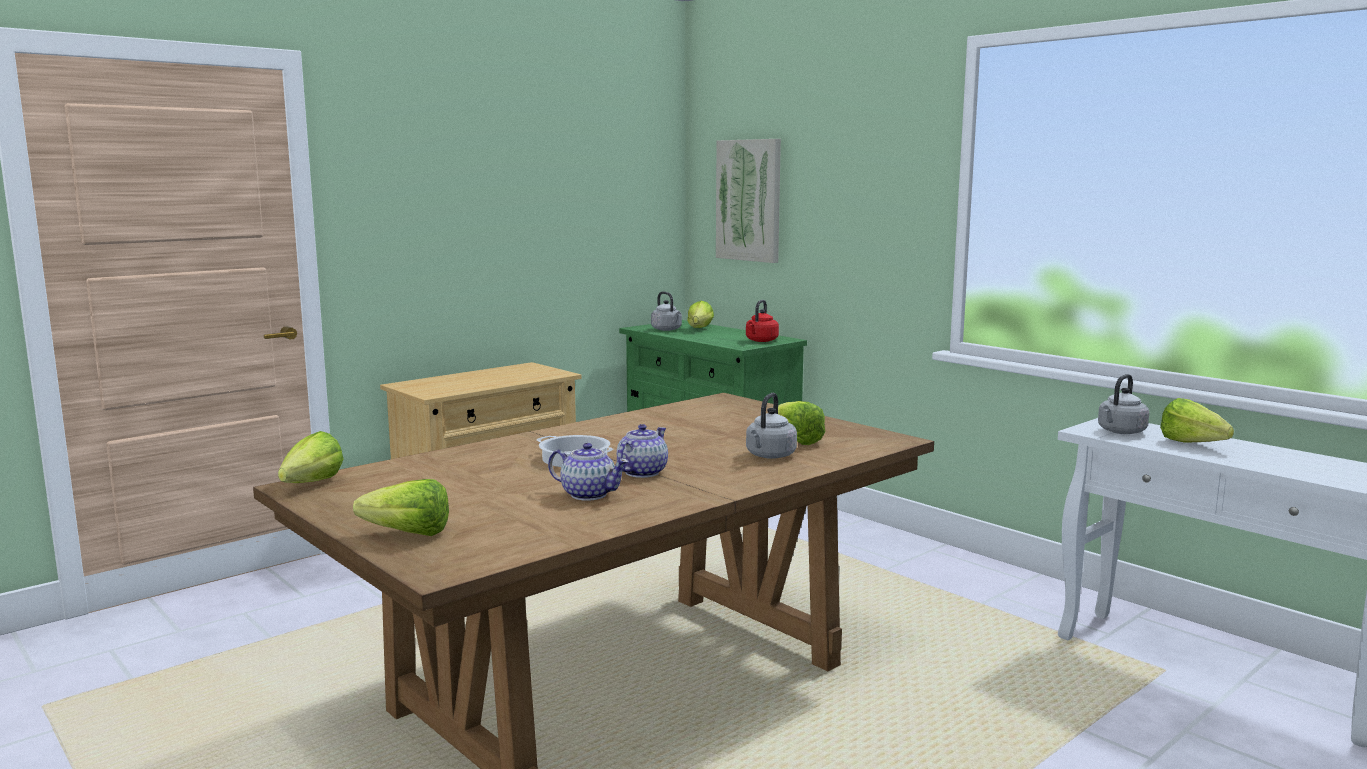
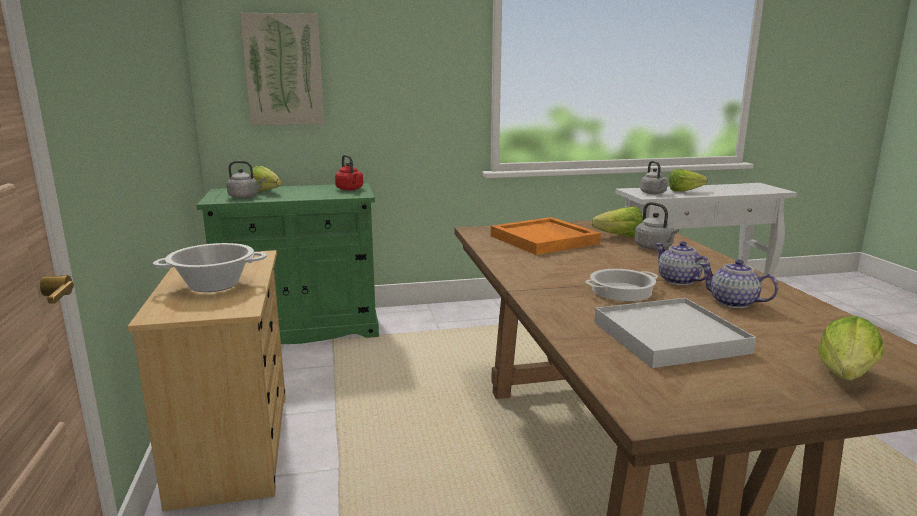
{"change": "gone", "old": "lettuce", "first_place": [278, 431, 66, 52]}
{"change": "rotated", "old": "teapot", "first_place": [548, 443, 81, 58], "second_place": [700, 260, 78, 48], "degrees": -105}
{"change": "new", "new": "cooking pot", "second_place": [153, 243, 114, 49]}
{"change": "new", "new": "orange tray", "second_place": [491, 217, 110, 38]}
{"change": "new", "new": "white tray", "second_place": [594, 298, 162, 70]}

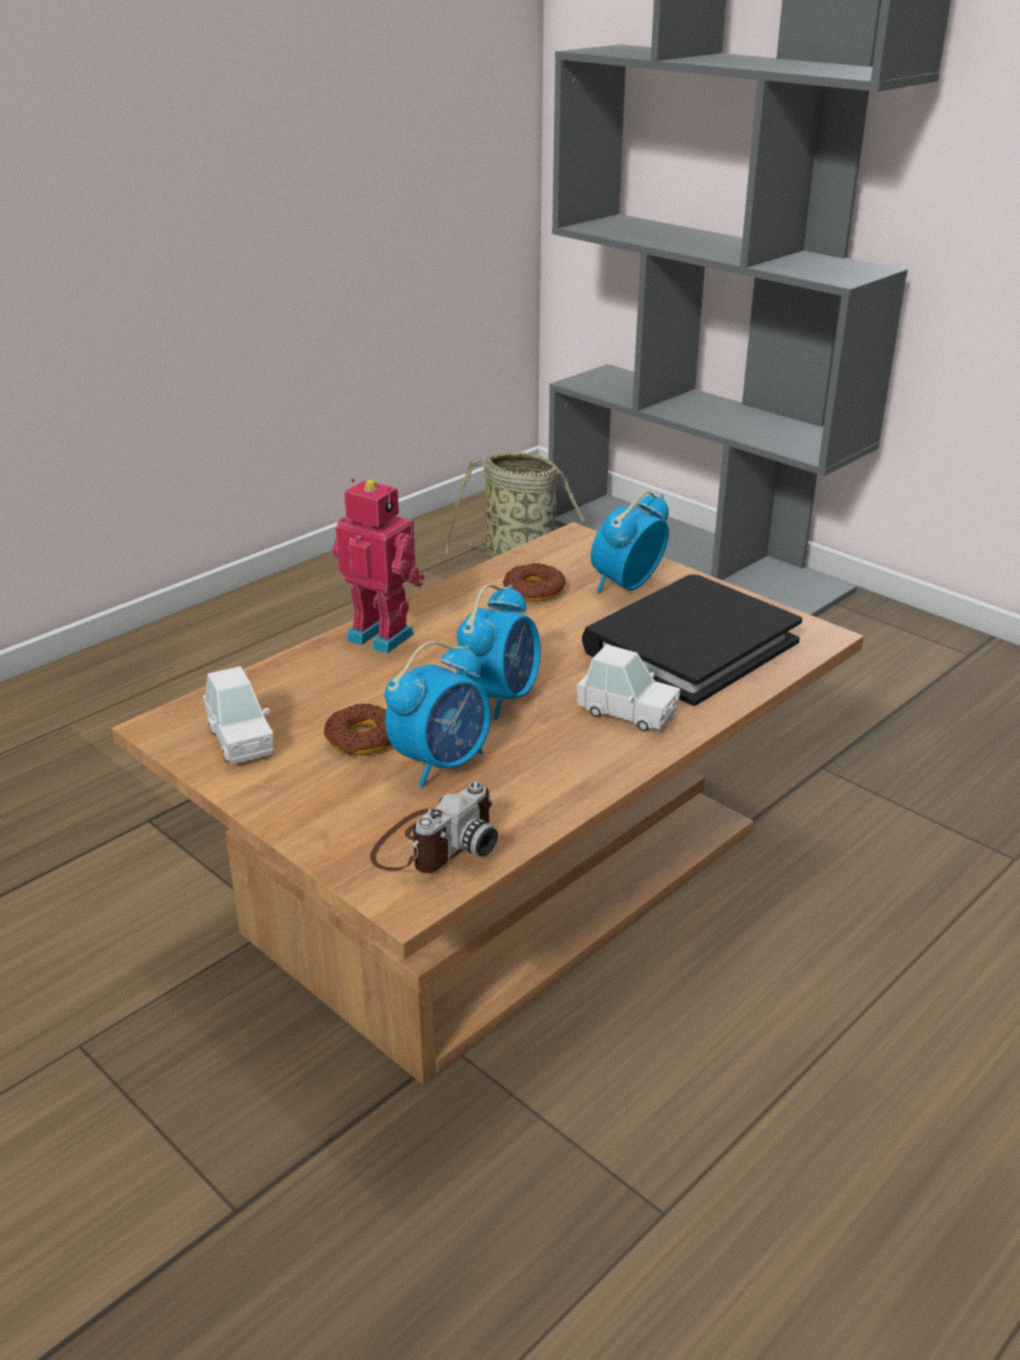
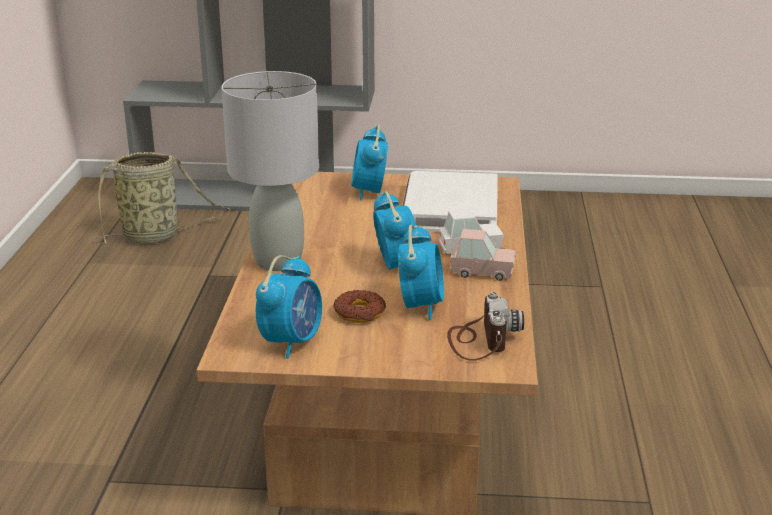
{"change": "swapped", "old": "white toy car", "new": "alarm clock", "first_place": [203, 666, 70, 98], "second_place": [256, 255, 66, 104]}
{"change": "swapped", "old": "toy robot", "new": "grey table lamp", "first_place": [332, 478, 92, 176], "second_place": [221, 71, 98, 200]}
{"change": "gone", "old": "donut", "first_place": [503, 563, 62, 39]}
{"change": "repainted", "old": "black book", "new": "white book", "first_place": [582, 575, 220, 131], "second_place": [402, 171, 95, 61]}
{"change": "new", "new": "pink toy car", "second_place": [450, 229, 66, 52]}

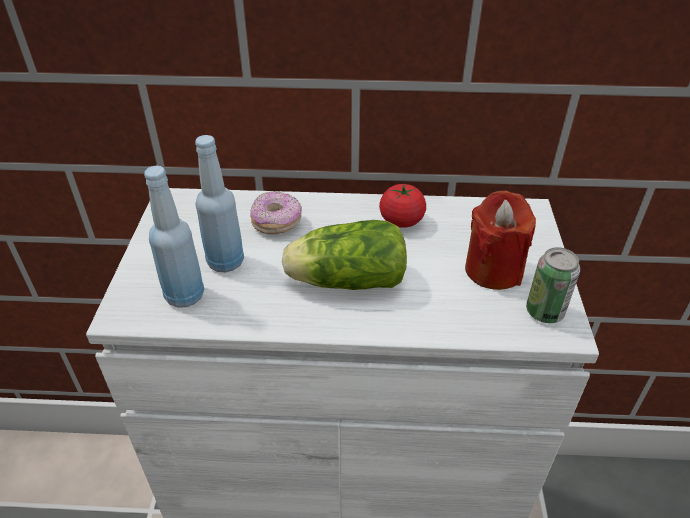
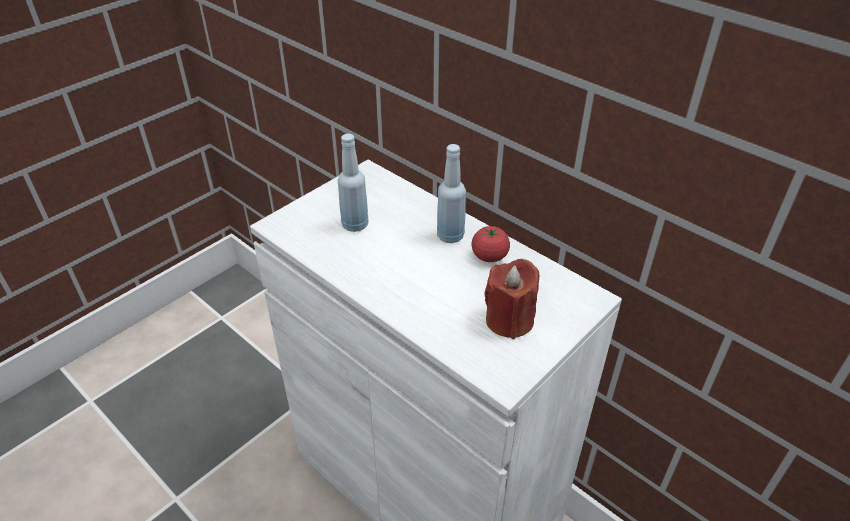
{"change": "shifted", "old": "blue bottle", "first_place": [144, 166, 60, 142], "second_place": [437, 144, 29, 99]}
{"change": "gone", "old": "donut", "first_place": [250, 191, 52, 43]}
{"change": "gone", "old": "lettuce", "first_place": [282, 220, 125, 70]}
{"change": "gone", "old": "can", "first_place": [526, 247, 54, 76]}

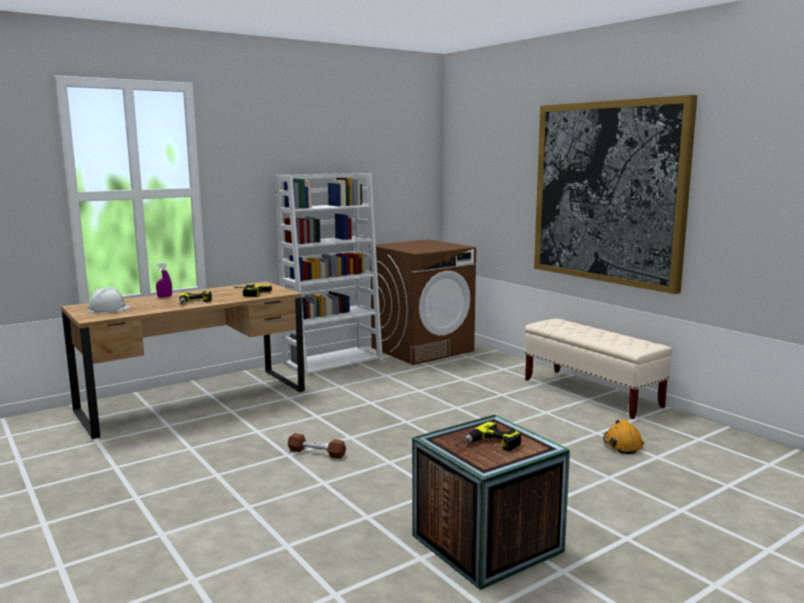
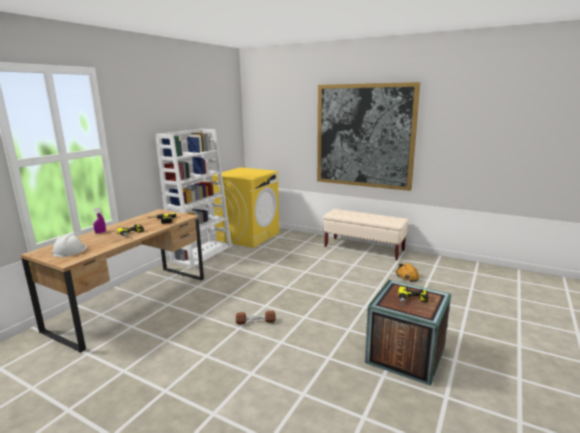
{"change": "repainted", "old": "brown washing machine", "new": "yellow washing machine", "first_place": [369, 239, 107, 126], "second_place": [212, 167, 67, 81]}

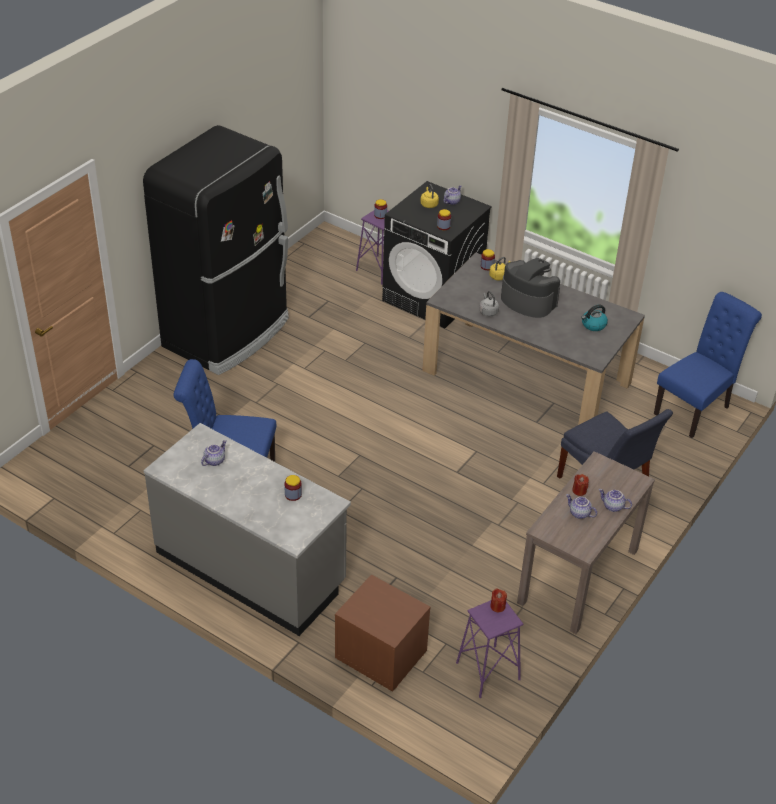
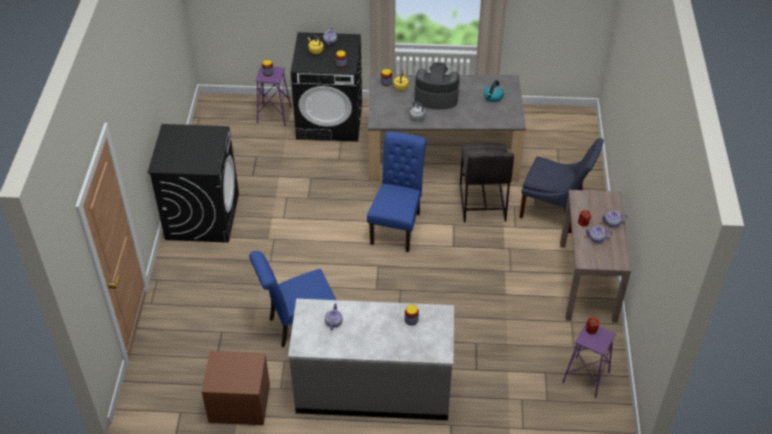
{"change": "swapped", "old": "black fridge", "new": "black washing machine", "first_place": [143, 125, 146, 250], "second_place": [147, 124, 92, 119]}
{"change": "shifted", "old": "brown nightstand", "first_place": [335, 574, 95, 118], "second_place": [201, 351, 69, 74]}
{"change": "shifted", "old": "blue chair", "first_place": [654, 292, 108, 146], "second_place": [367, 131, 60, 121]}
{"change": "new", "new": "grey stool", "second_place": [460, 142, 54, 80]}

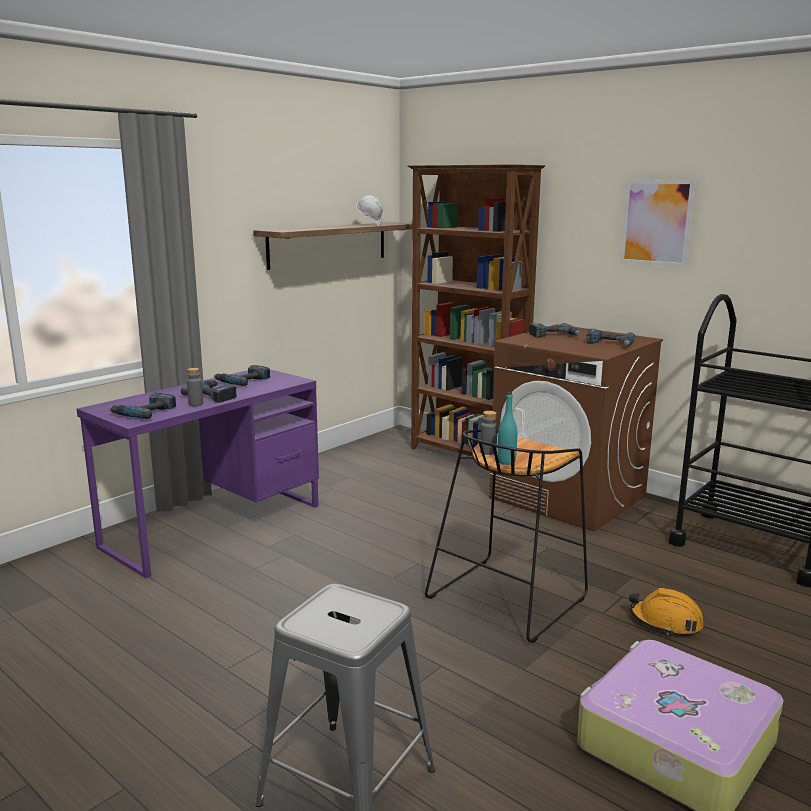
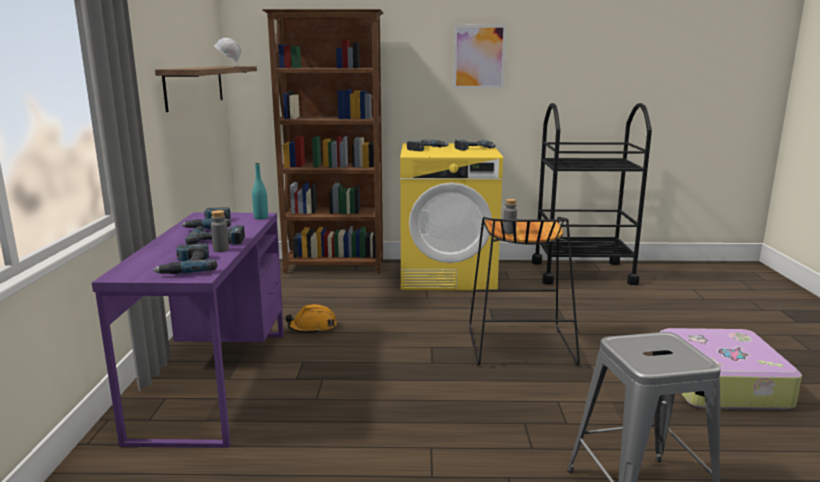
{"change": "repainted", "old": "brown washing machine", "new": "yellow washing machine", "first_place": [489, 324, 174, 208], "second_place": [400, 143, 103, 148]}
{"change": "shifted", "old": "turquoise bottle", "first_place": [498, 392, 19, 73], "second_place": [252, 163, 16, 56]}
{"change": "shifted", "old": "orange hard hat", "first_place": [629, 588, 75, 47], "second_place": [285, 304, 52, 30]}

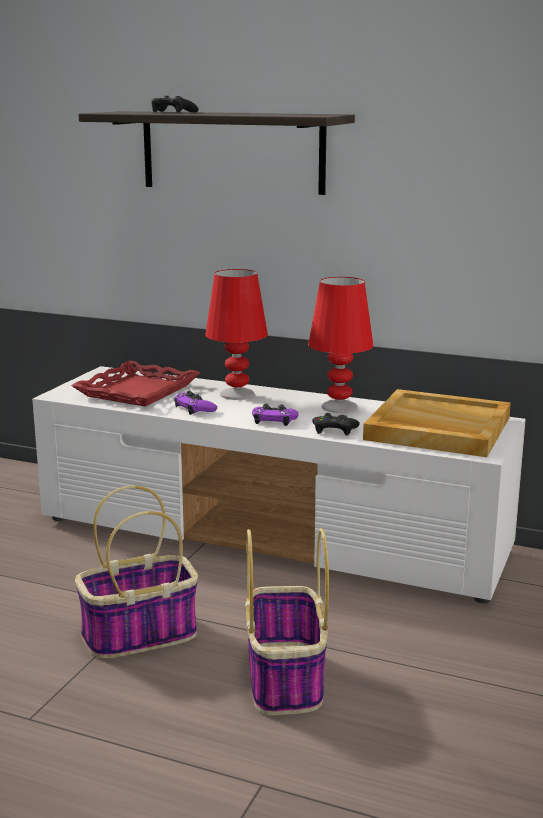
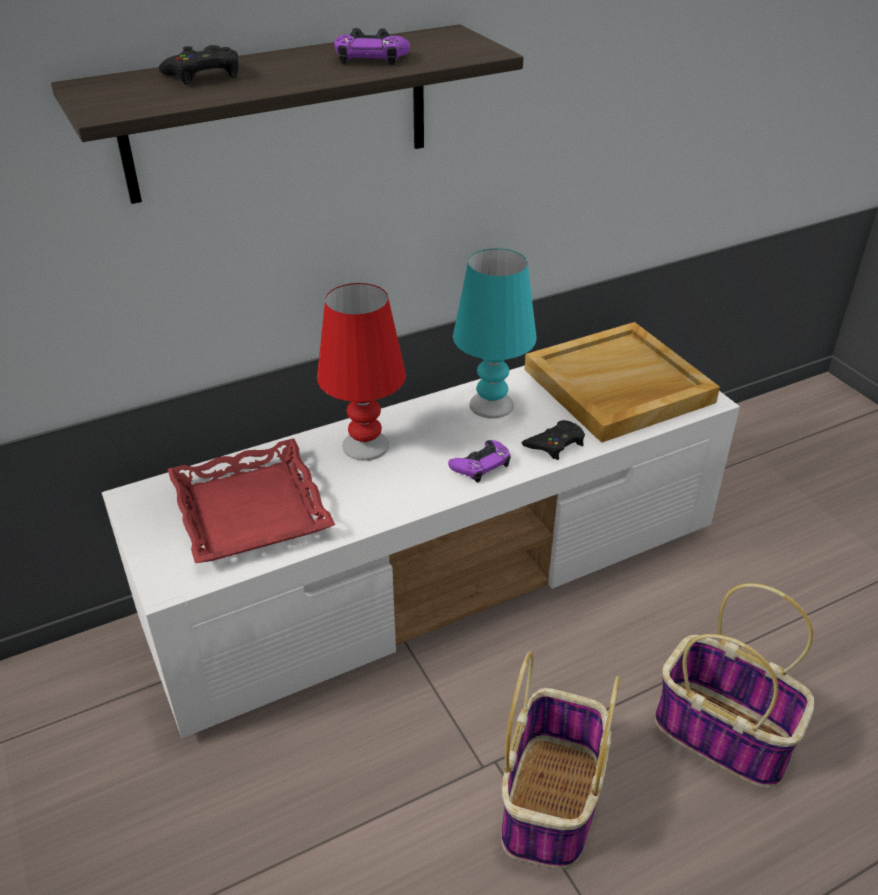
{"change": "shifted", "old": "purple game controller", "first_place": [174, 391, 43, 24], "second_place": [334, 28, 76, 38]}
{"change": "repainted", "old": "red table lamp", "new": "turquoise table lamp", "first_place": [308, 277, 66, 136], "second_place": [453, 248, 84, 171]}

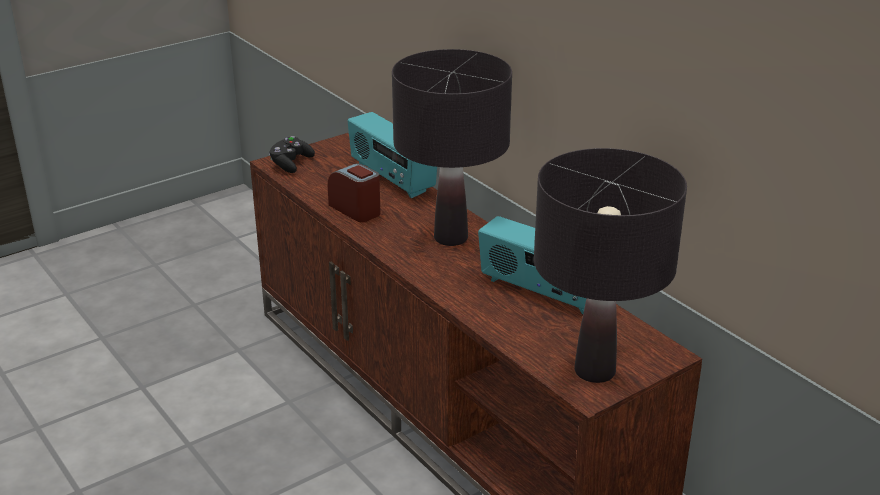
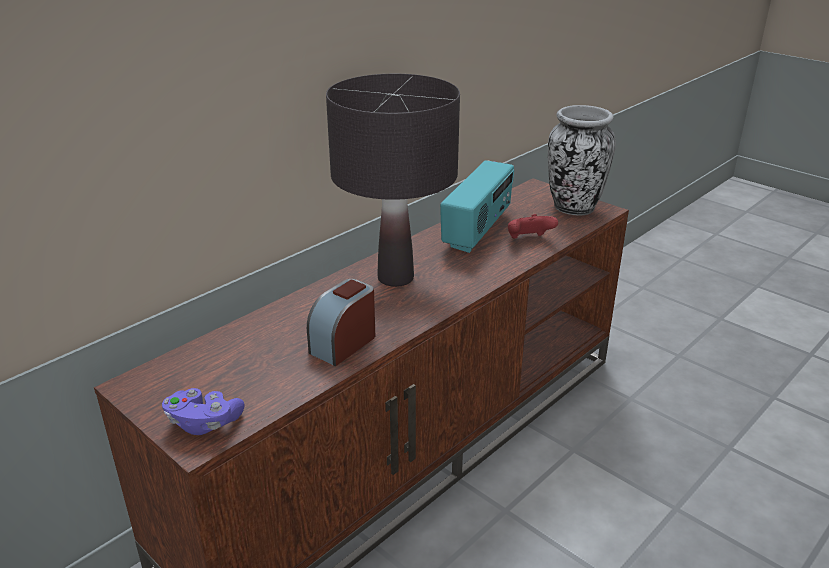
{"change": "repainted", "old": "black game controller", "new": "purple game controller", "first_place": [269, 136, 46, 37], "second_place": [162, 388, 83, 47]}
{"change": "gone", "old": "radio", "first_place": [348, 112, 89, 86]}
{"change": "swapped", "old": "black table lamp", "new": "vase", "first_place": [534, 148, 153, 235], "second_place": [548, 105, 68, 111]}
{"change": "new", "new": "red game controller", "second_place": [508, 214, 50, 24]}

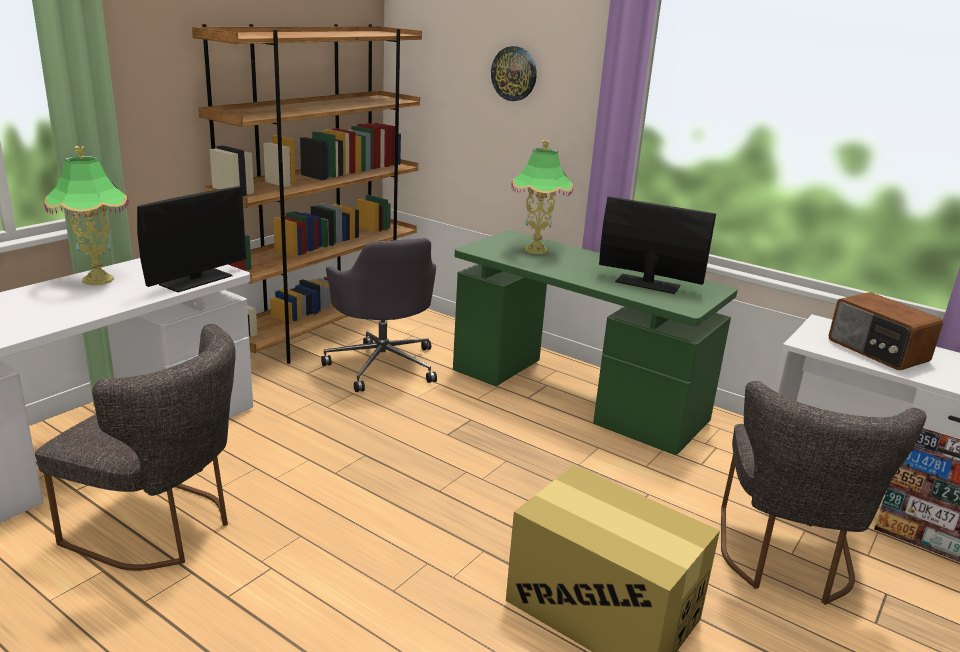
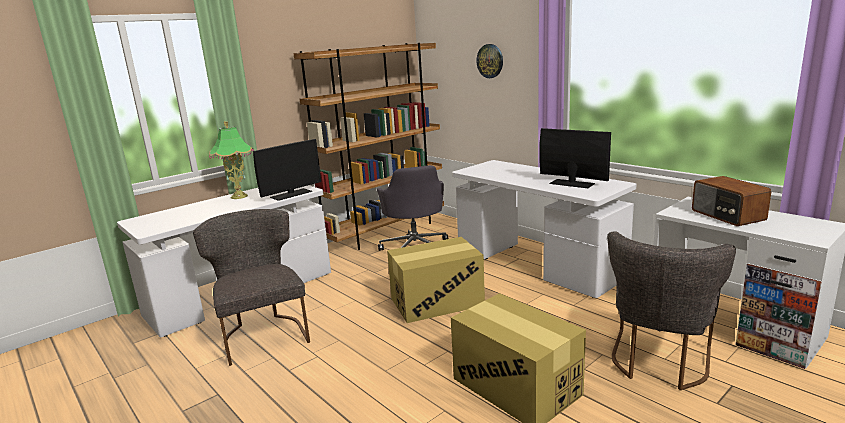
{"change": "rotated", "old": "grey chair", "first_place": [35, 324, 201, 247], "second_place": [193, 209, 117, 157], "degrees": -150}
{"change": "repainted", "old": "green desk", "new": "white desk", "first_place": [453, 230, 285, 225], "second_place": [452, 160, 185, 138]}
{"change": "gone", "old": "table lamp", "first_place": [511, 140, 62, 114]}
{"change": "new", "new": "cardboard box", "second_place": [387, 237, 98, 86]}

